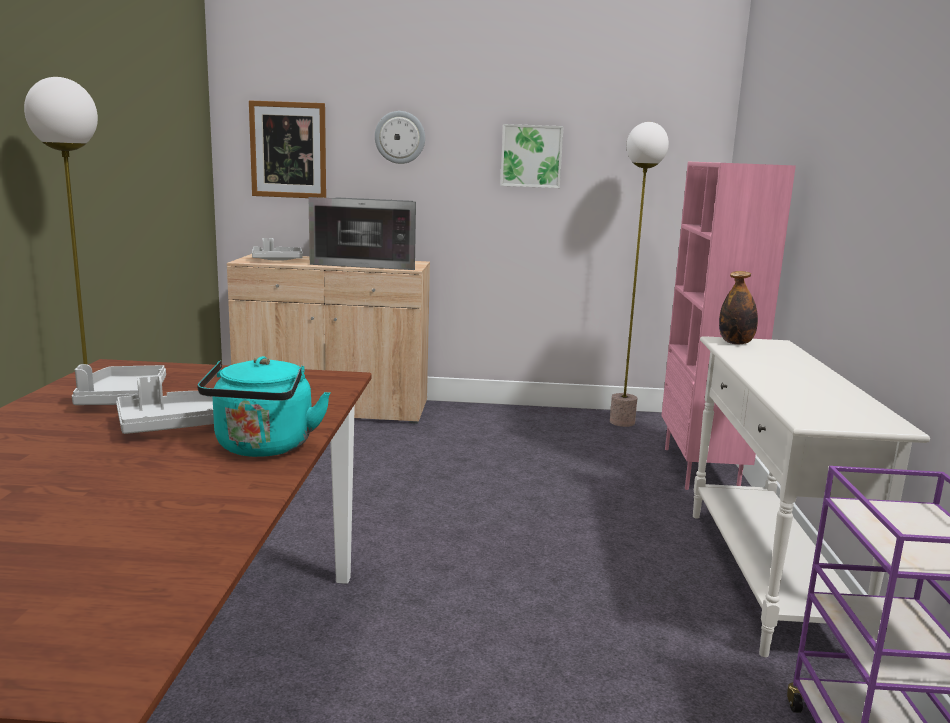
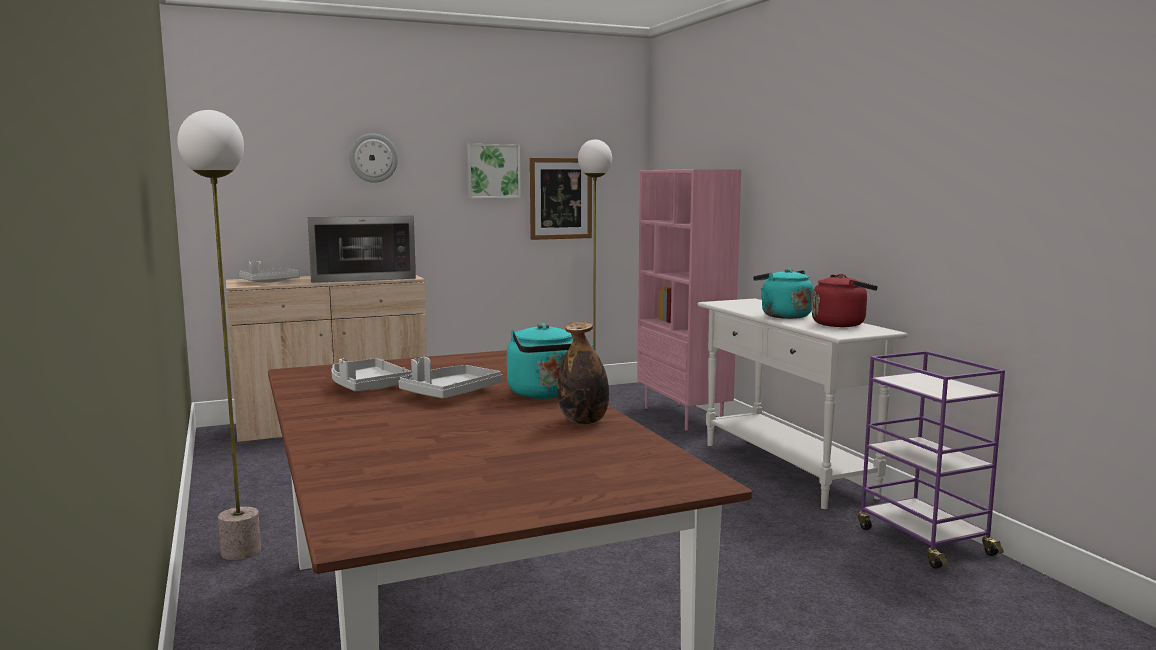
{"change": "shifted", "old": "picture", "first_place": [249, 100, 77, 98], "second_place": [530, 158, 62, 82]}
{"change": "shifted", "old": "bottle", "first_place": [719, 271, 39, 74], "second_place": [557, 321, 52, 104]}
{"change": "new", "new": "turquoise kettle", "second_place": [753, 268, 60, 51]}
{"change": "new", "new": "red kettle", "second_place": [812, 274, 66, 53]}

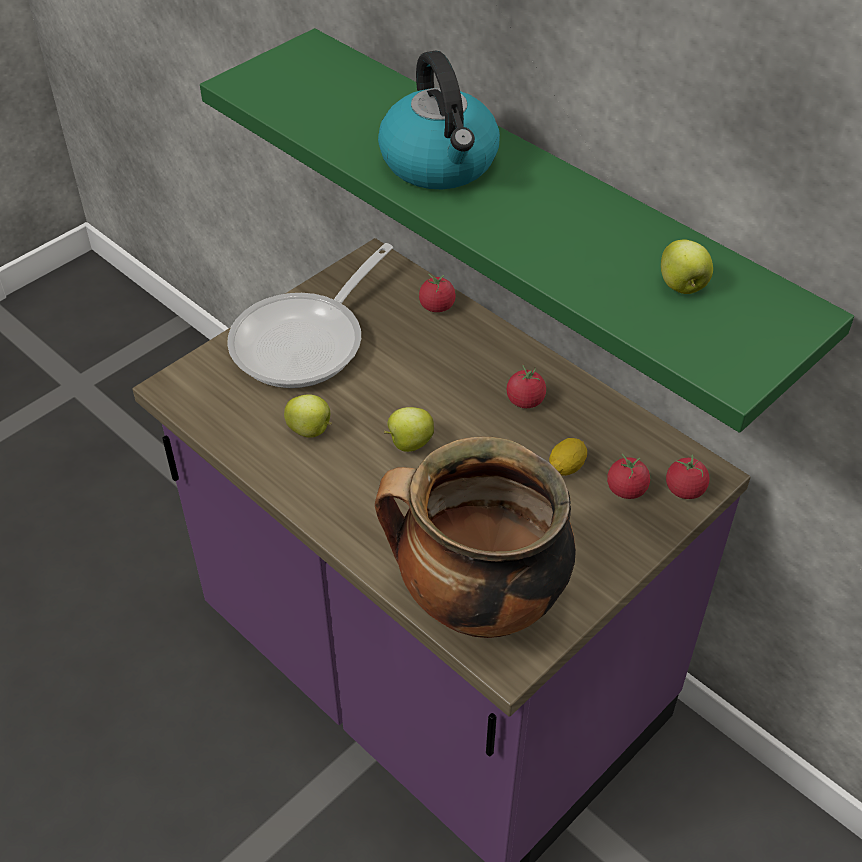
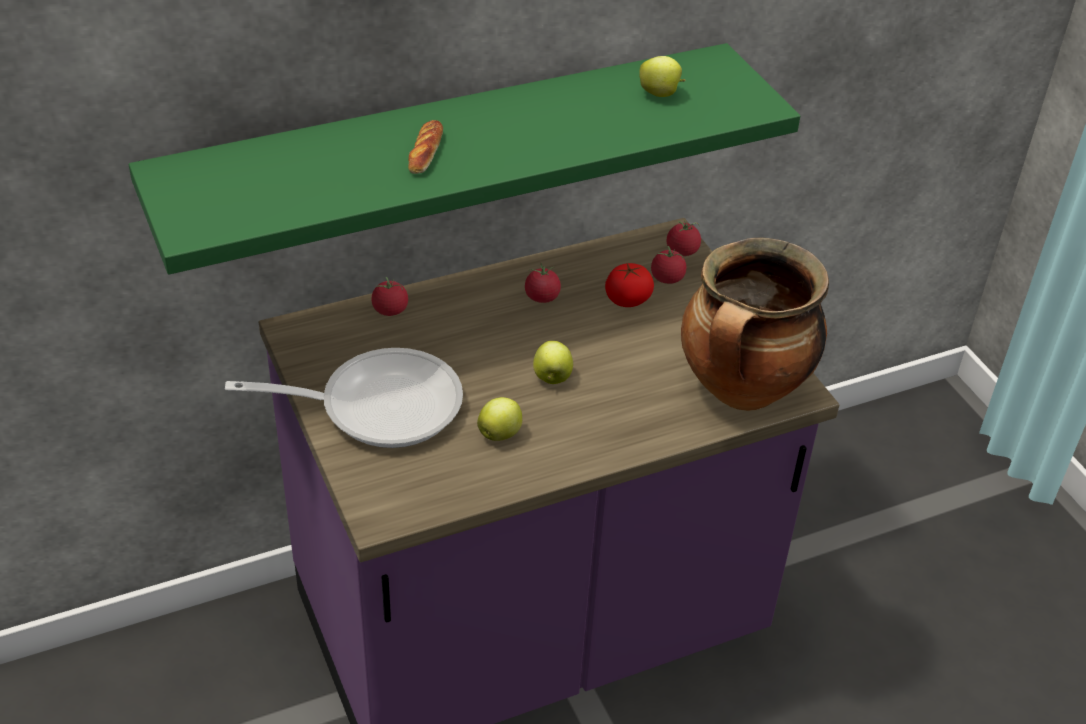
{"change": "rotated", "old": "frying pan", "first_place": [227, 243, 166, 145], "second_place": [225, 348, 238, 100], "degrees": -60}
{"change": "swapped", "old": "kettle", "new": "bread", "first_place": [378, 51, 122, 138], "second_place": [408, 120, 35, 54]}
{"change": "swapped", "old": "lemon", "new": "tomato", "first_place": [549, 438, 38, 38], "second_place": [605, 263, 49, 44]}

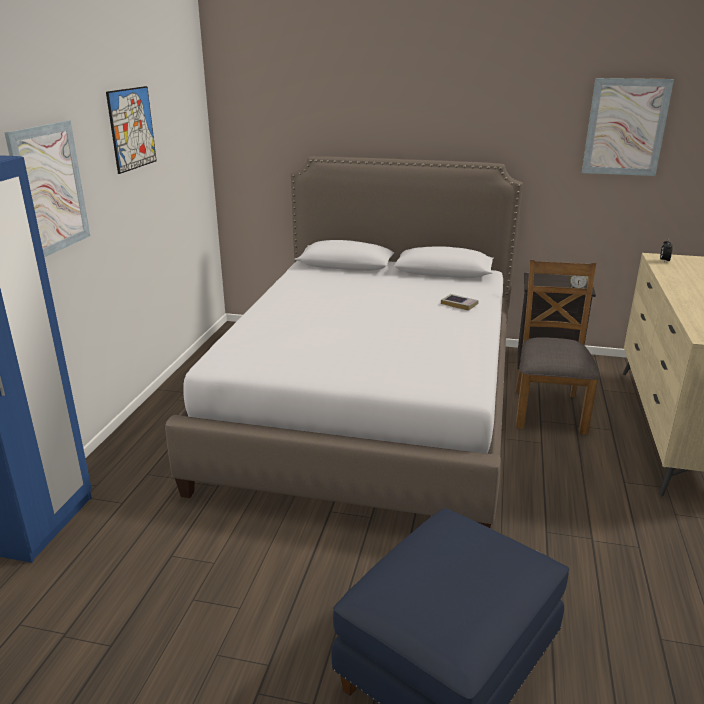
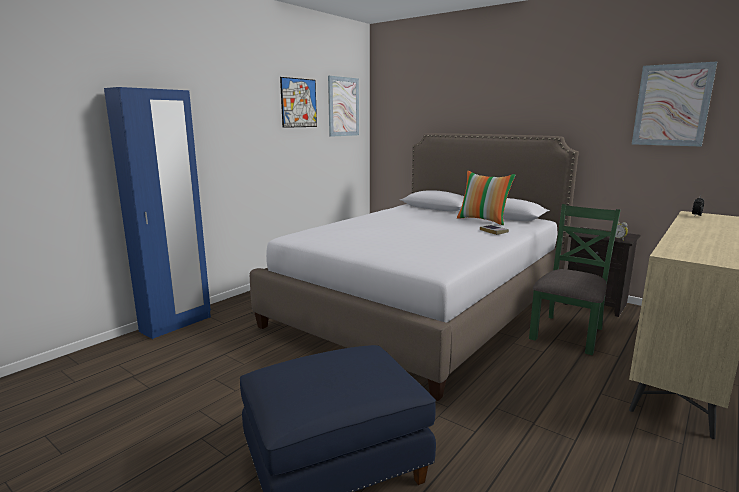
{"change": "shifted", "old": "picture", "first_place": [4, 121, 86, 136], "second_place": [328, 76, 31, 61]}
{"change": "repainted", "old": "brown chair", "new": "green chair", "first_place": [515, 260, 85, 175], "second_place": [529, 204, 92, 151]}
{"change": "new", "new": "pillow", "second_place": [457, 171, 59, 54]}

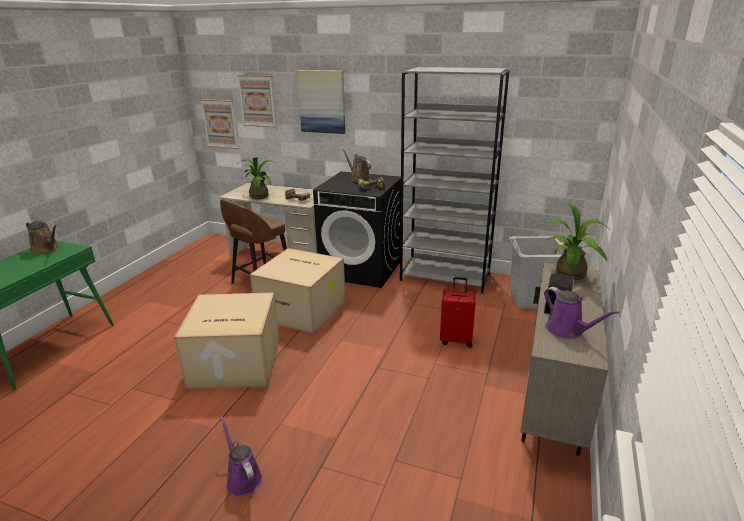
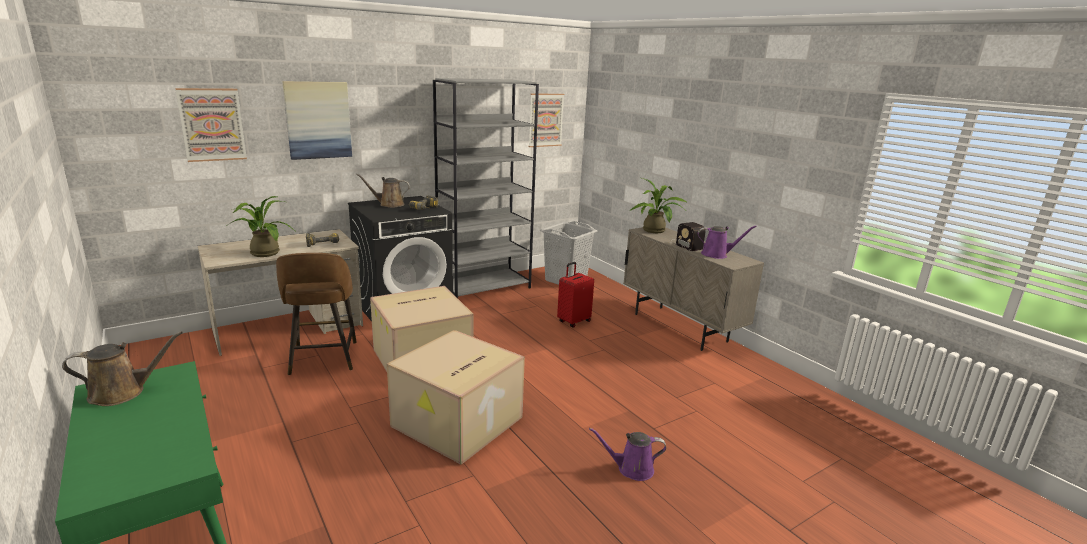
{"change": "shifted", "old": "picture", "first_place": [201, 99, 37, 50], "second_place": [528, 94, 36, 53]}

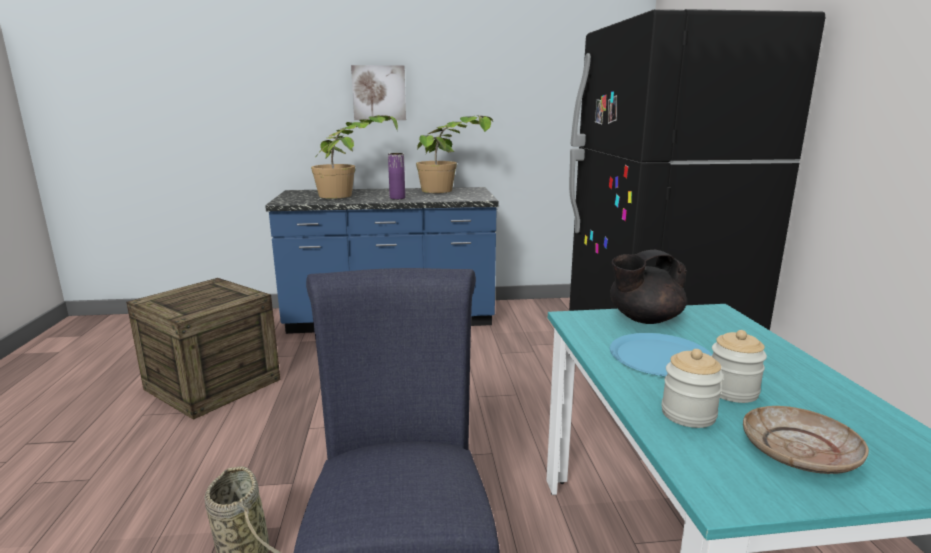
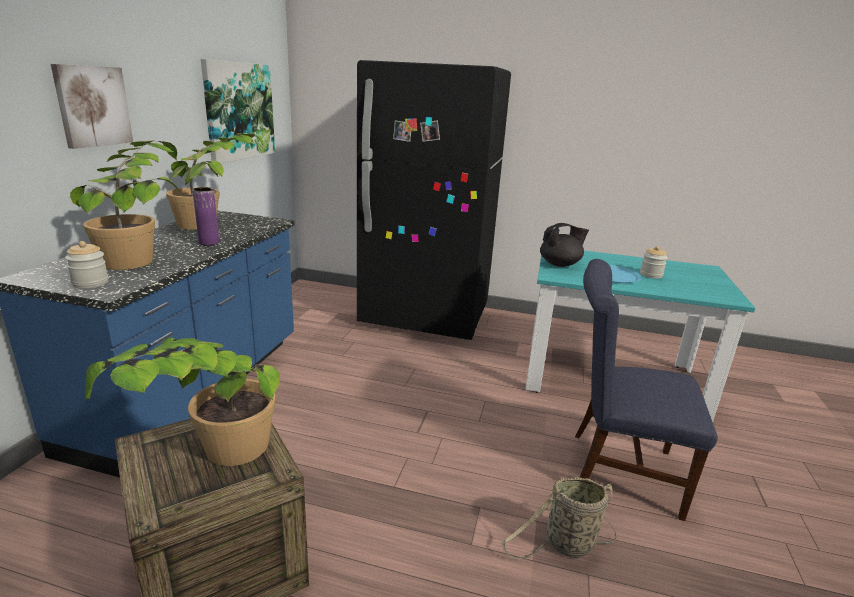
{"change": "rotated", "old": "black teapot", "first_place": [610, 250, 77, 74], "second_place": [540, 223, 49, 44], "degrees": -105}
{"change": "shifted", "old": "jar", "first_place": [661, 349, 63, 79], "second_place": [65, 241, 44, 47]}
{"change": "gone", "old": "beige plate", "first_place": [743, 406, 126, 68]}
{"change": "new", "new": "potted plant", "second_place": [85, 337, 195, 129]}
{"change": "new", "new": "picture", "second_place": [201, 59, 74, 104]}

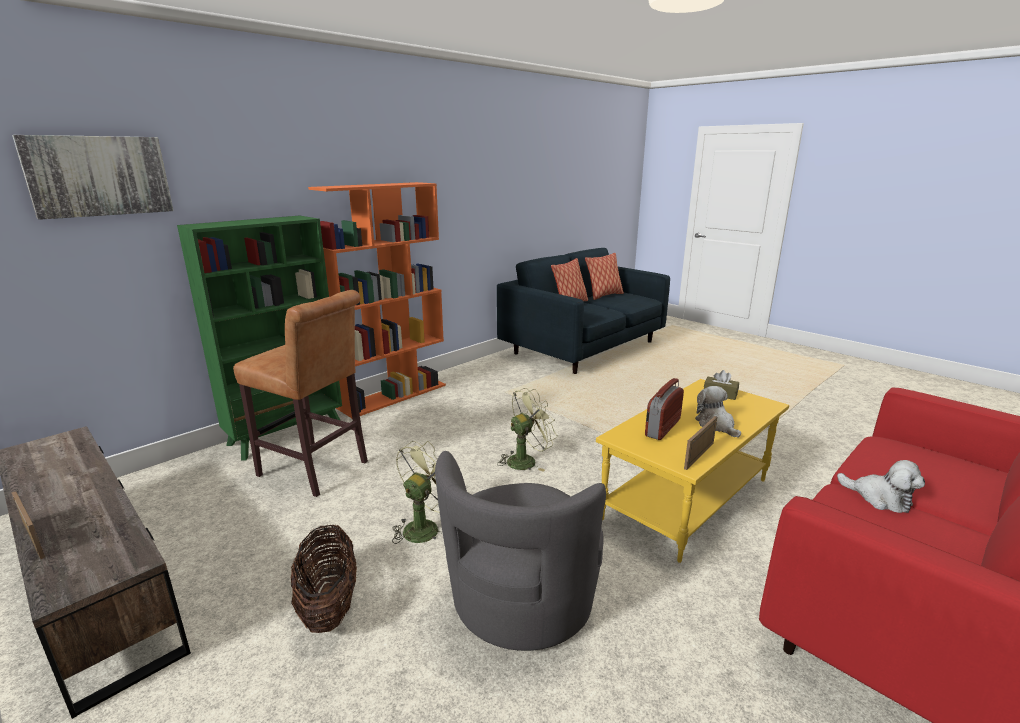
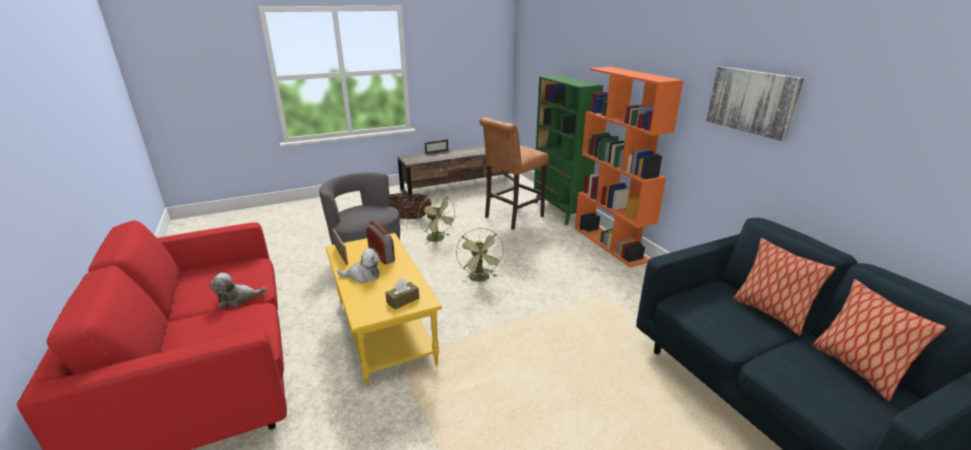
{"change": "shifted", "old": "picture", "first_place": [12, 135, 162, 85], "second_place": [706, 66, 98, 75]}

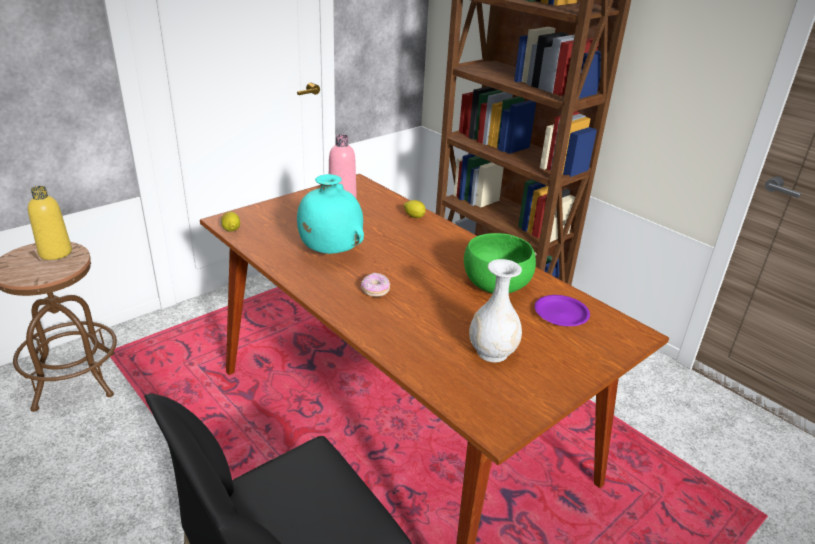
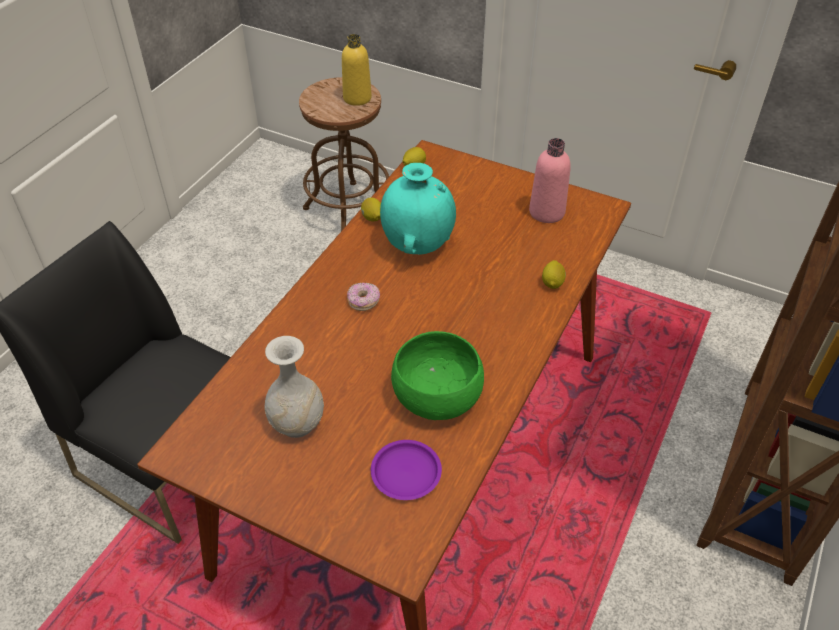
{"change": "new", "new": "lemon", "second_place": [361, 198, 20, 23]}

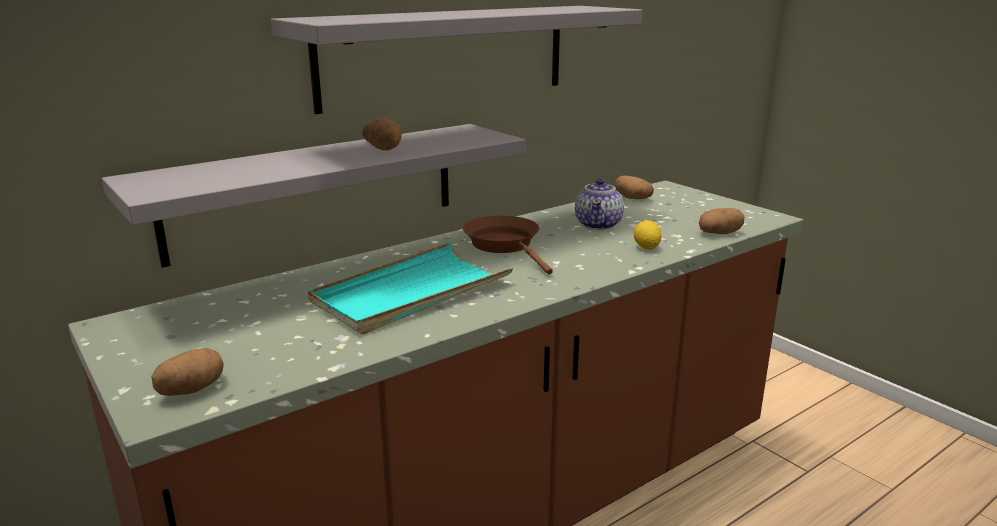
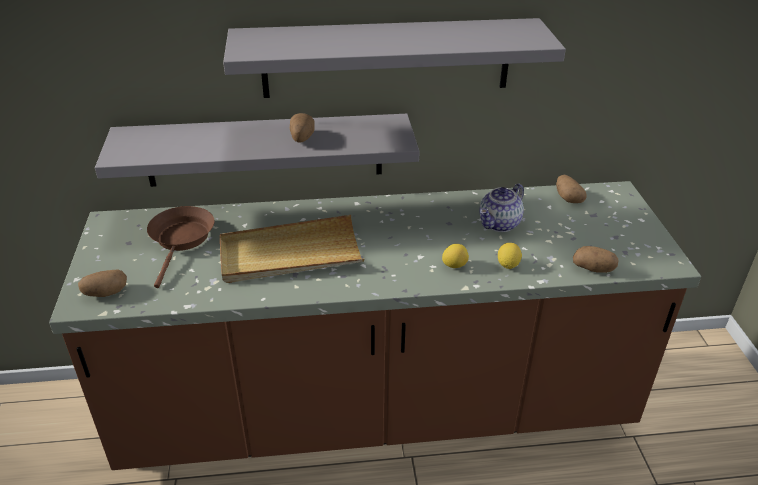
{"change": "repainted", "old": "turquoise tray", "new": "beige tray", "first_place": [308, 242, 205, 92], "second_place": [220, 215, 144, 68]}
{"change": "shifted", "old": "brown frying pan", "first_place": [463, 216, 90, 59], "second_place": [147, 206, 68, 82]}
{"change": "new", "new": "lemon", "second_place": [442, 244, 27, 24]}

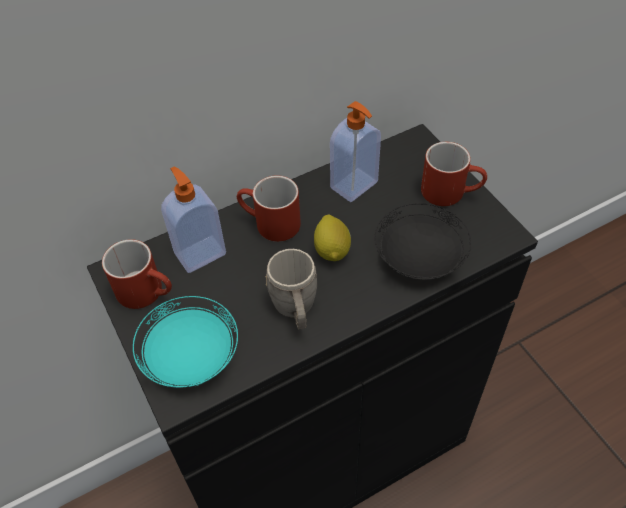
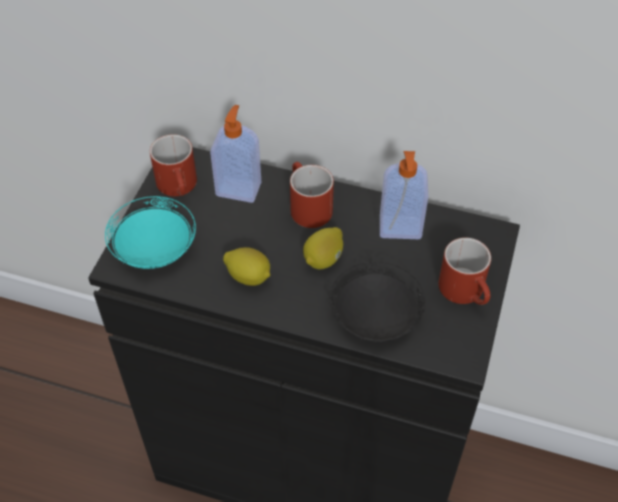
{"change": "swapped", "old": "grey mug", "new": "lemon", "first_place": [266, 249, 51, 80], "second_place": [223, 247, 47, 39]}

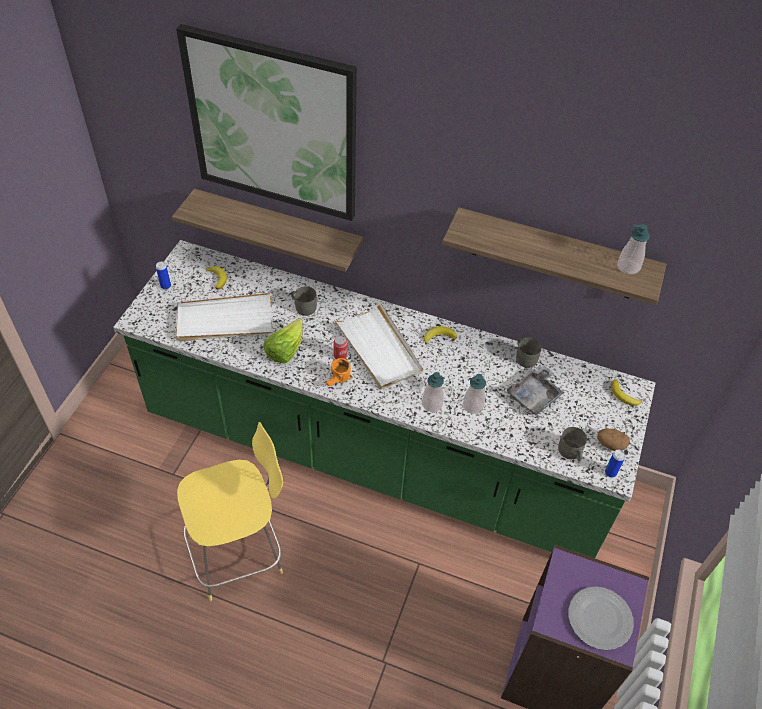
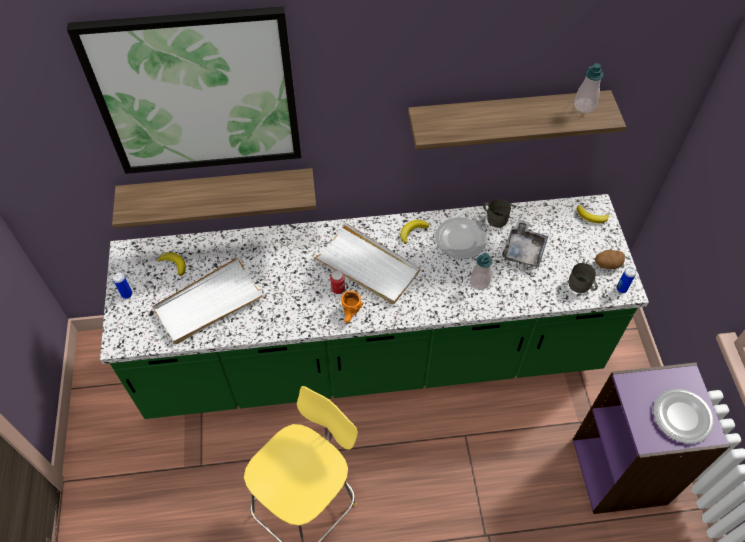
{"change": "gone", "old": "lettuce", "first_place": [263, 318, 40, 45]}
{"change": "gone", "old": "grey mug", "first_place": [291, 286, 26, 30]}
{"change": "gone", "old": "soap dispenser", "first_place": [422, 372, 22, 40]}
{"change": "new", "new": "plate", "second_place": [435, 217, 52, 42]}

